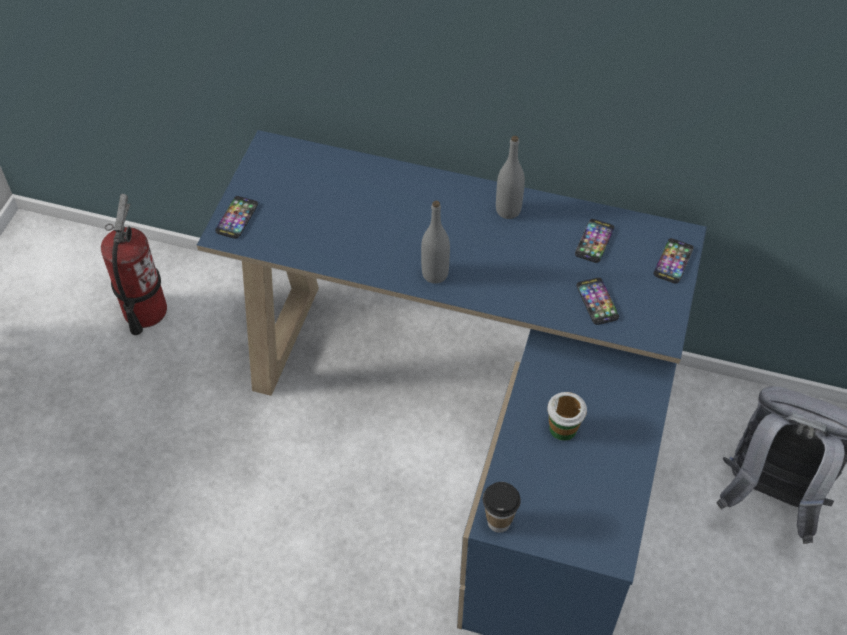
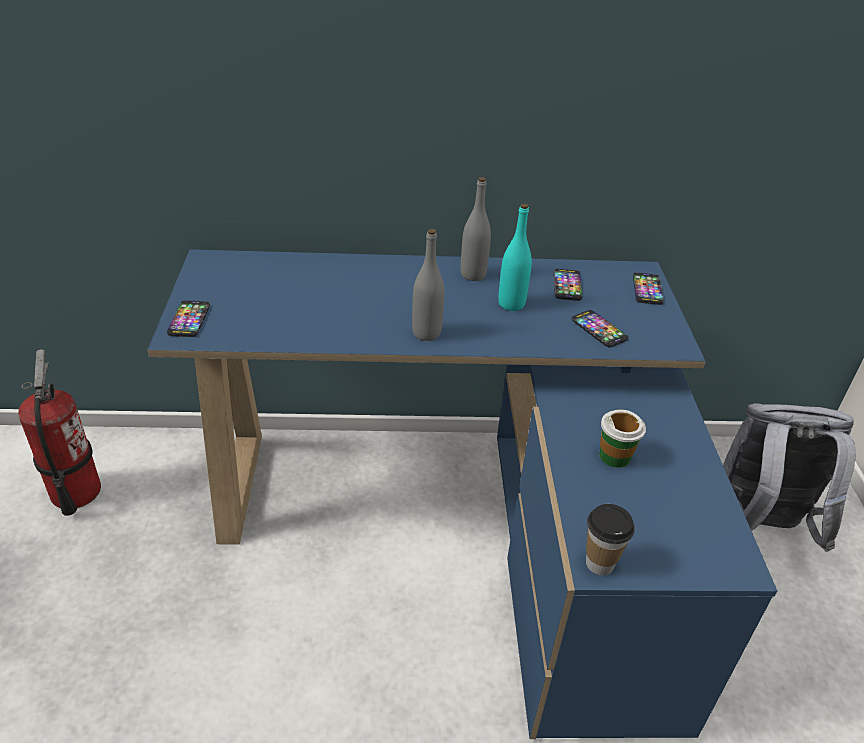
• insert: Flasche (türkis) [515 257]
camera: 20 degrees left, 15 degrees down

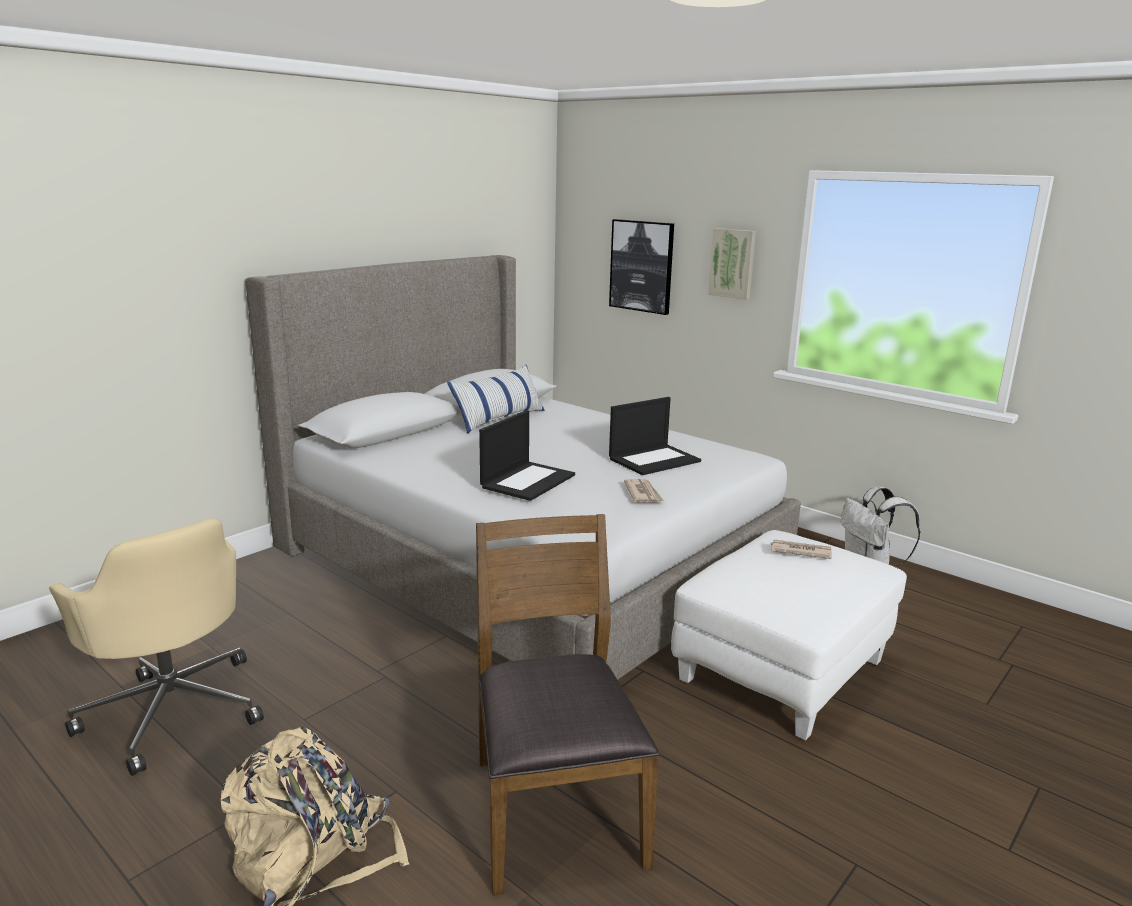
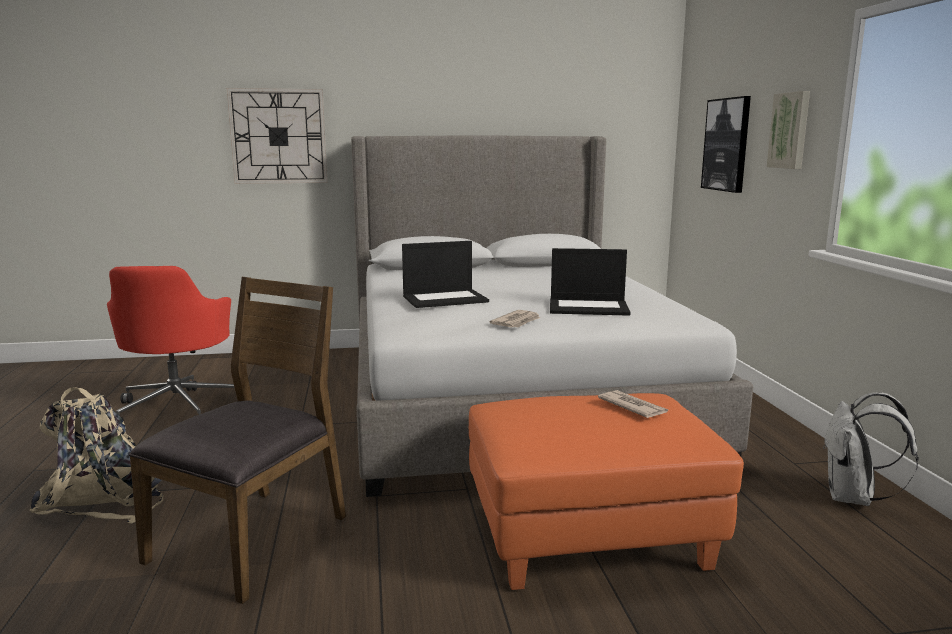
• delete: Kissen [495 399]
• recolor: Bürostuhl (beige) [156 647] to Bürostuhl (rot) [170 344]
• recolor: Polsterhocker (weiß) [789 635] to Polsterhocker (orange) [606 491]
• insert: Wanduhr [277 136]
camera: 40 degrees right, 5 degrees down

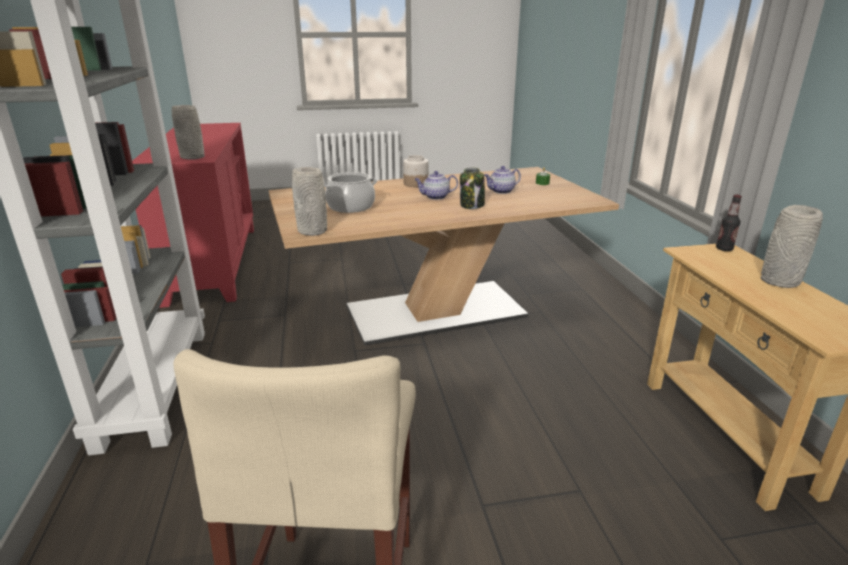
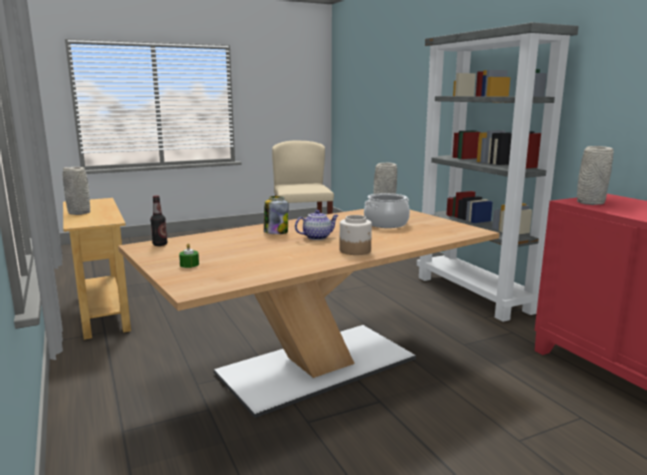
• delete: Teekanne [502 180]
• move: Flasche [729 223] to [158 220]
camera: 165 degrees right, 10 degrees down

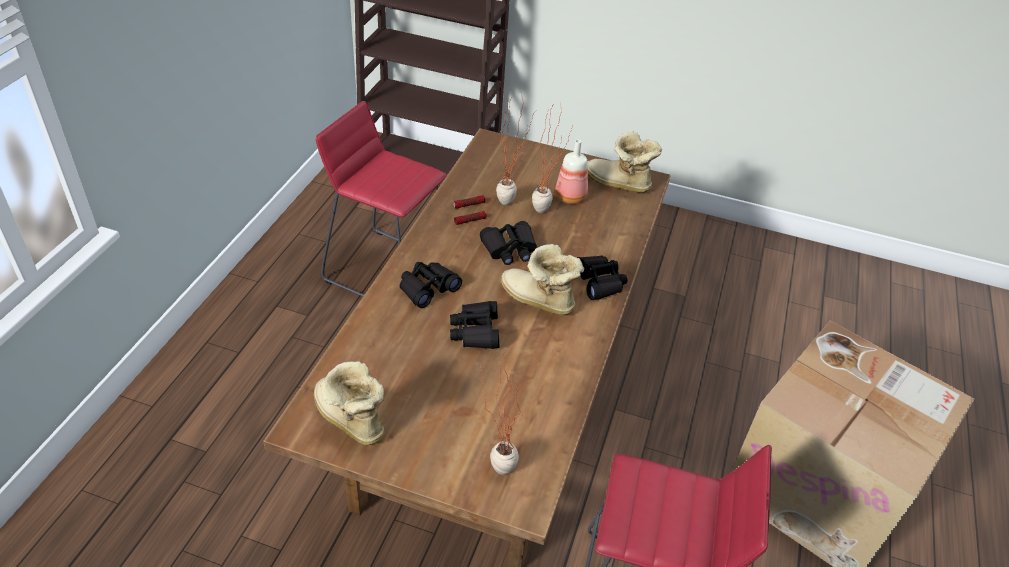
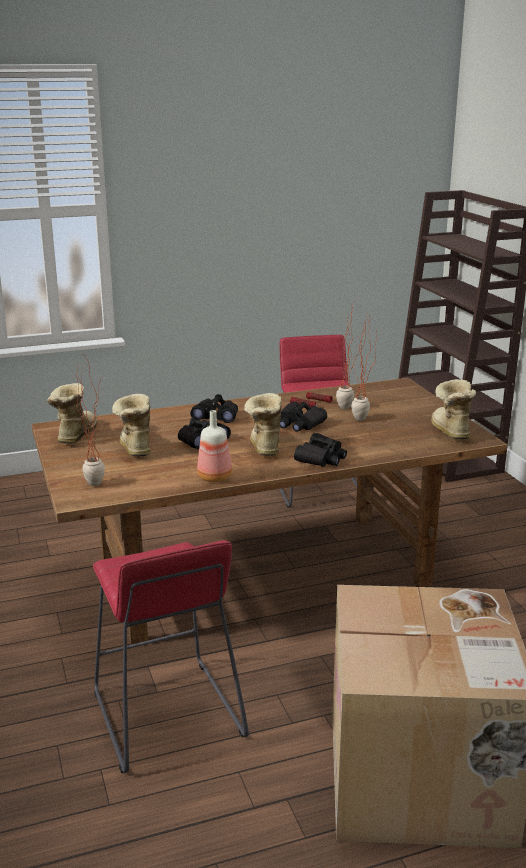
• move: Flasche [571 172] to [214 446]
• insert: Stiefel [131 425]
camera: 55 degrees right, 20 degrees down

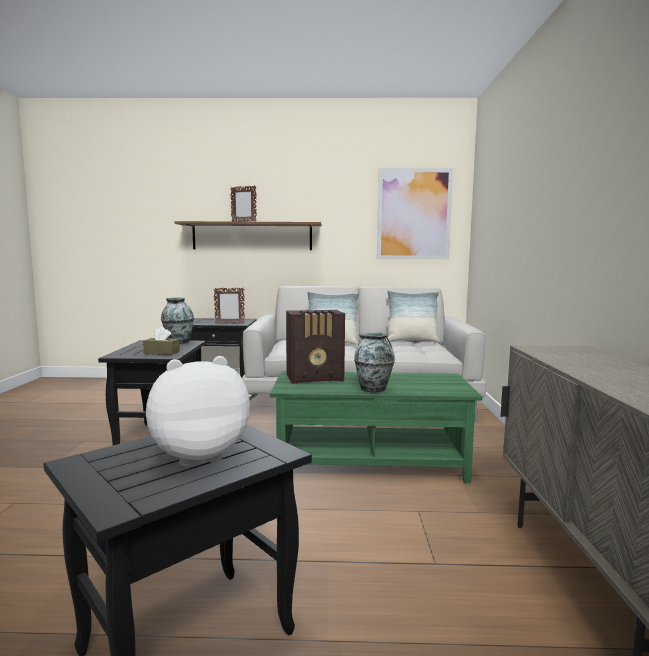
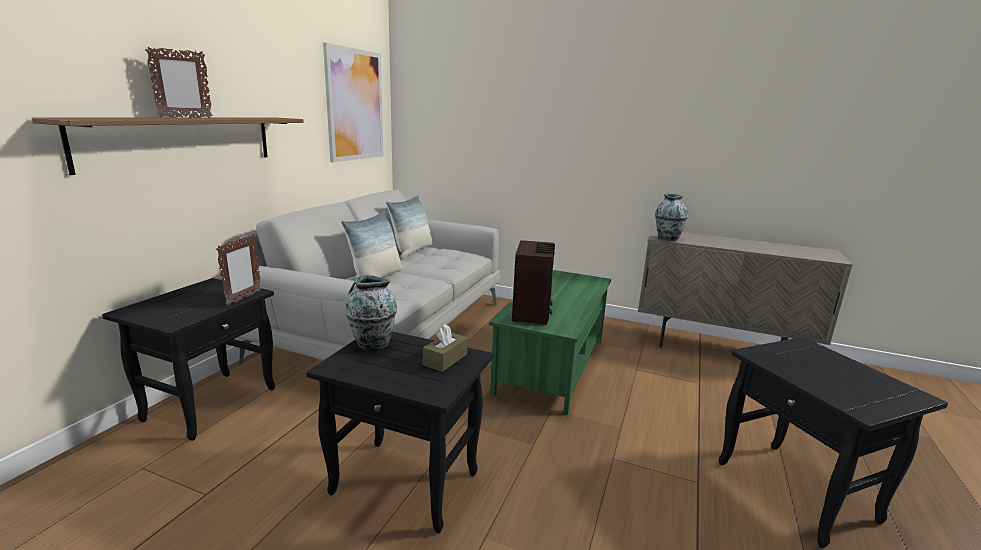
• move: Vase [374 362] to [671 217]
• delete: Plüschtier [198 411]
camera: 70 degrees left, 10 degrees up

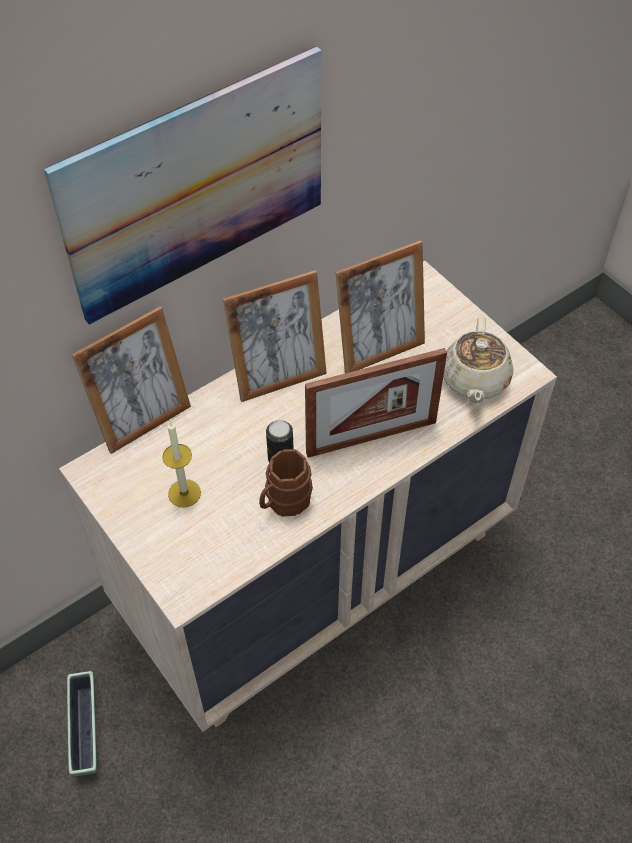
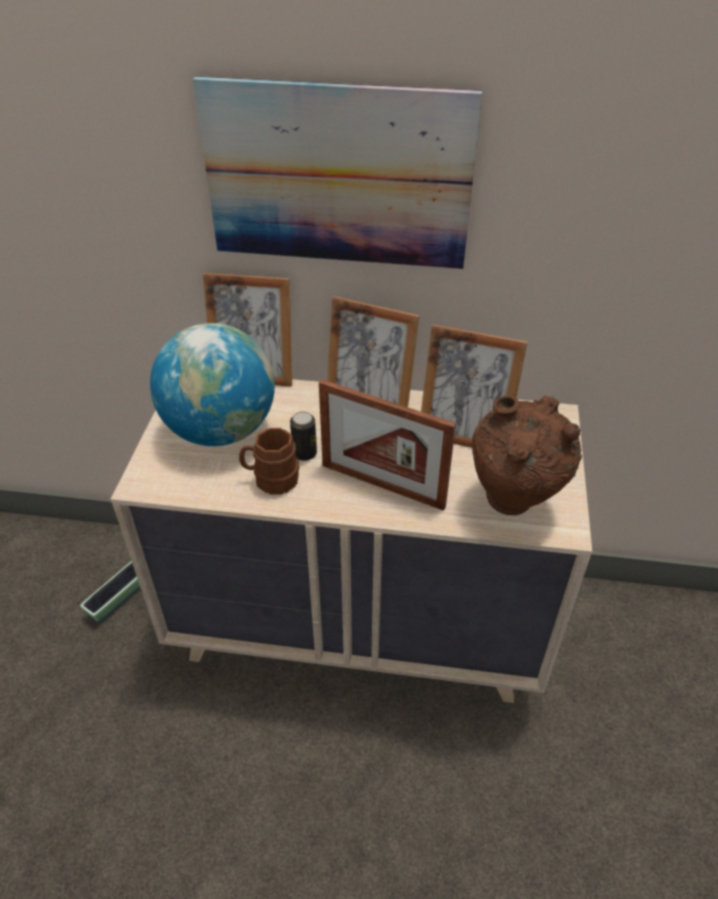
• replace: Teekanne (beige) [478 359] to Vase (braun) [527 455]
• replace: Kerze [181 464] to Globus [212 384]
camera: 45 degrees right, 10 degrees down

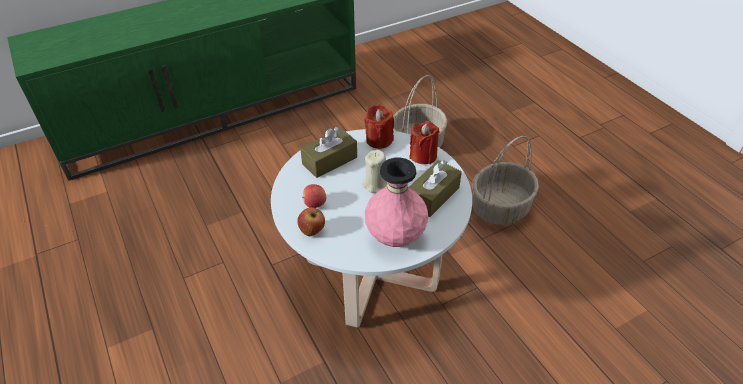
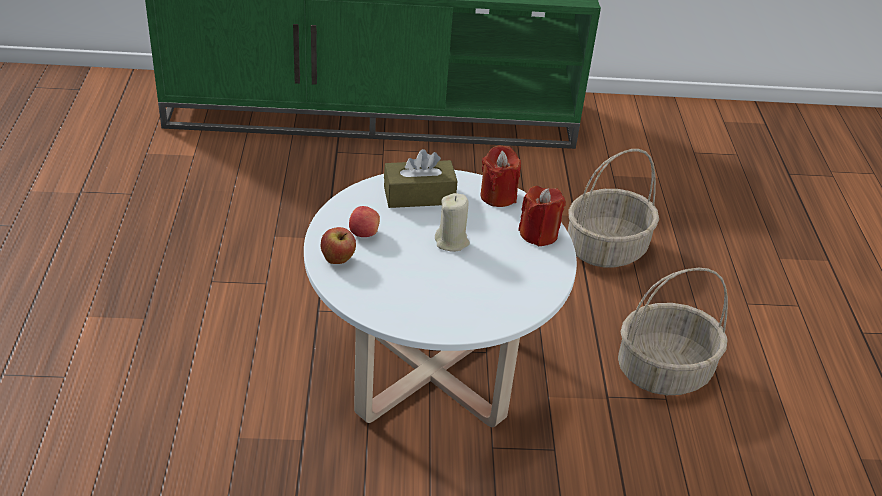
• delete: Vase (rosa) [397 202]
• delete: Taschentuchbox (braun) [435 188]
camera: 25 degrees right, 5 degrees down

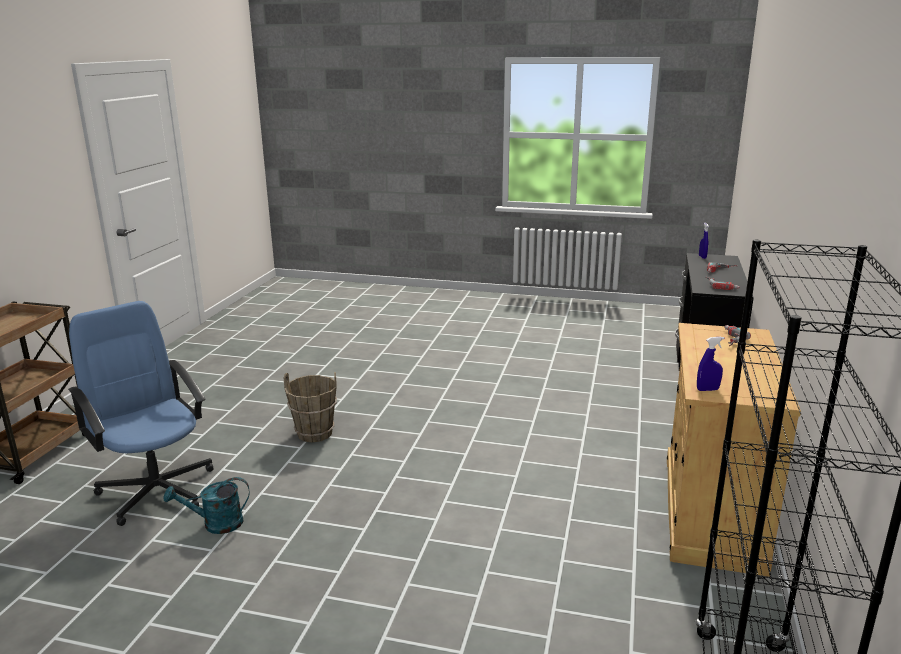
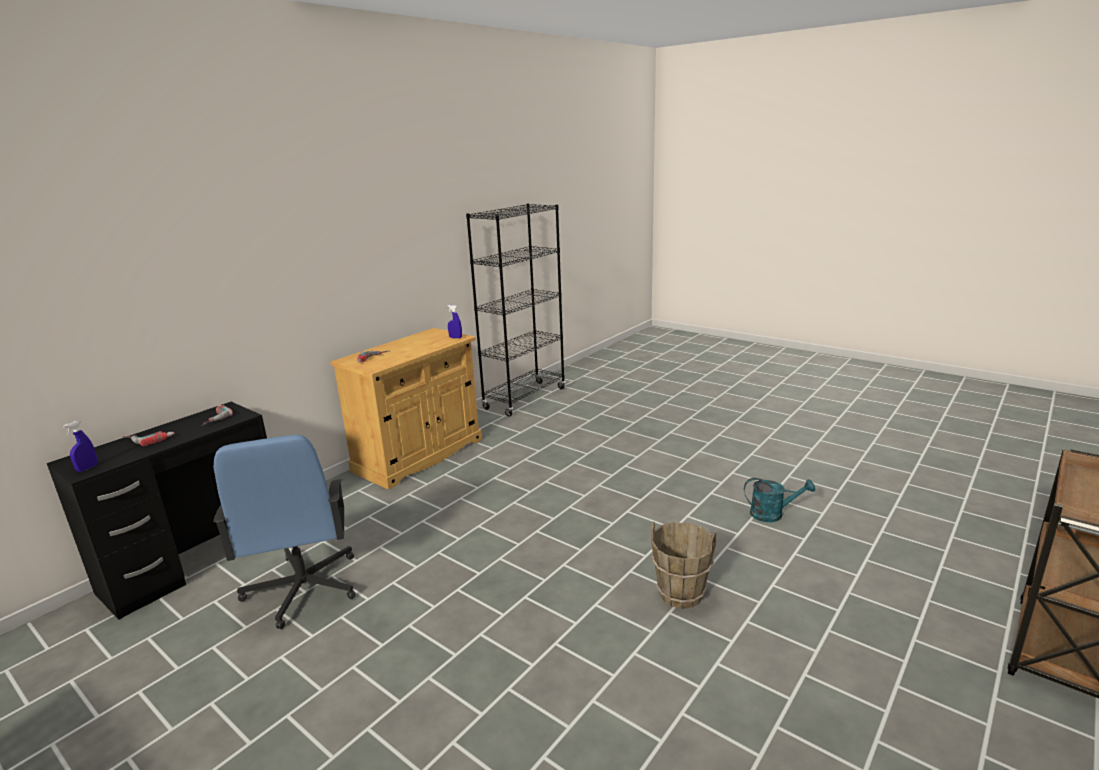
• move: Bürostuhl (blau) [140 413] to [284 532]
camera: 155 degrees left, 0 degrees up

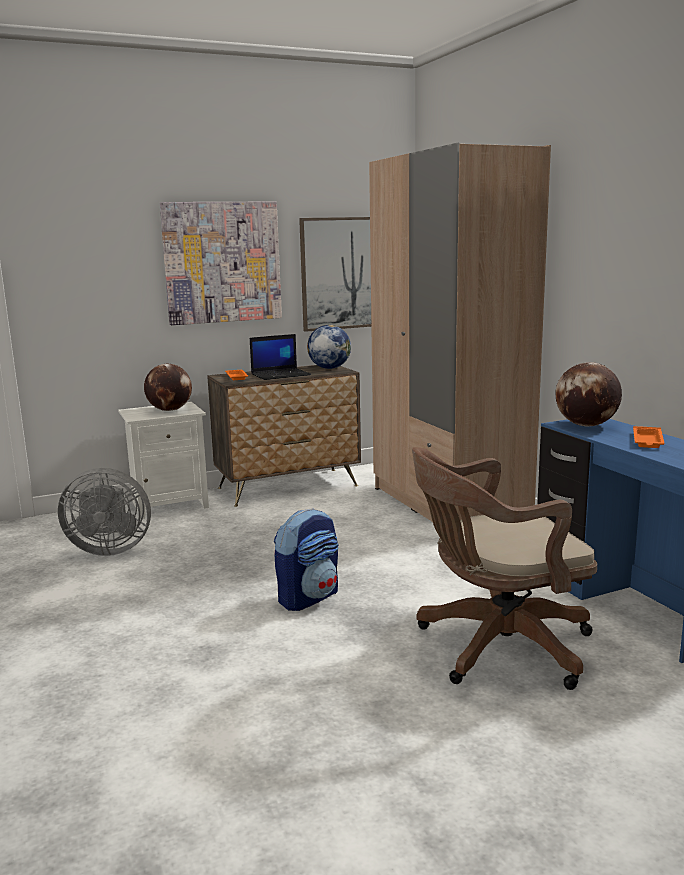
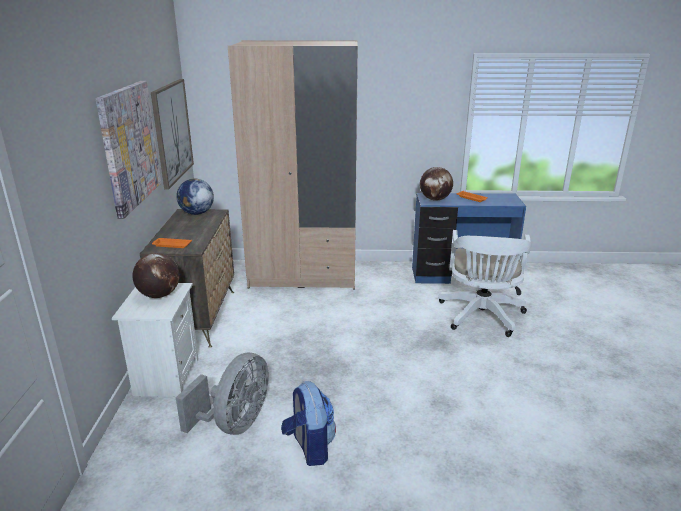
• delete: Laptop [280 357]
• recolor: Bürostuhl (braun) [504 568] to Bürostuhl (weiß) [485 283]
• move: Rucksack [306 559] to [308 423]
camera: 65 degrees left, 10 degrees up

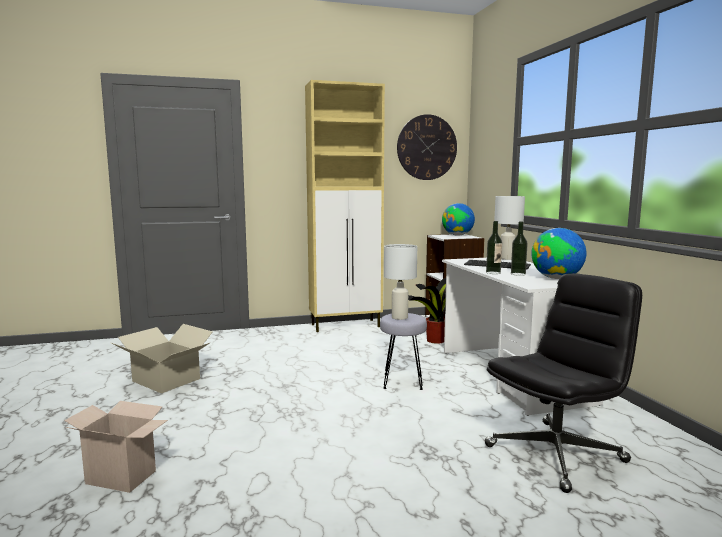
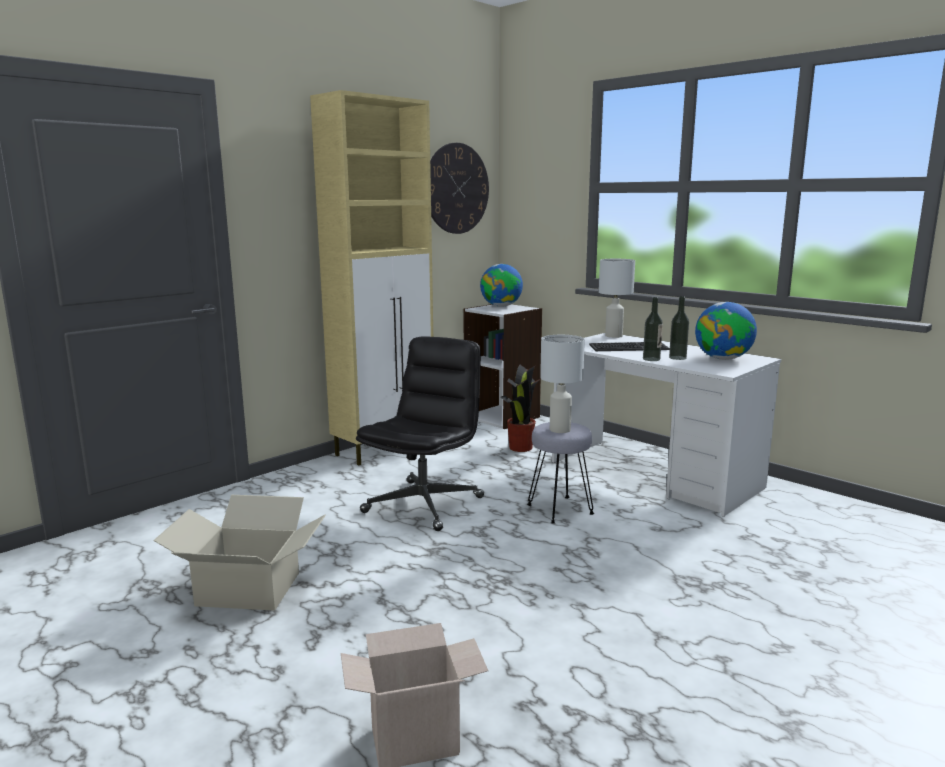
• move: Bürostuhl (schwarz) [563 383] to [420 433]
camera: 30 degrees left, 5 degrees up

